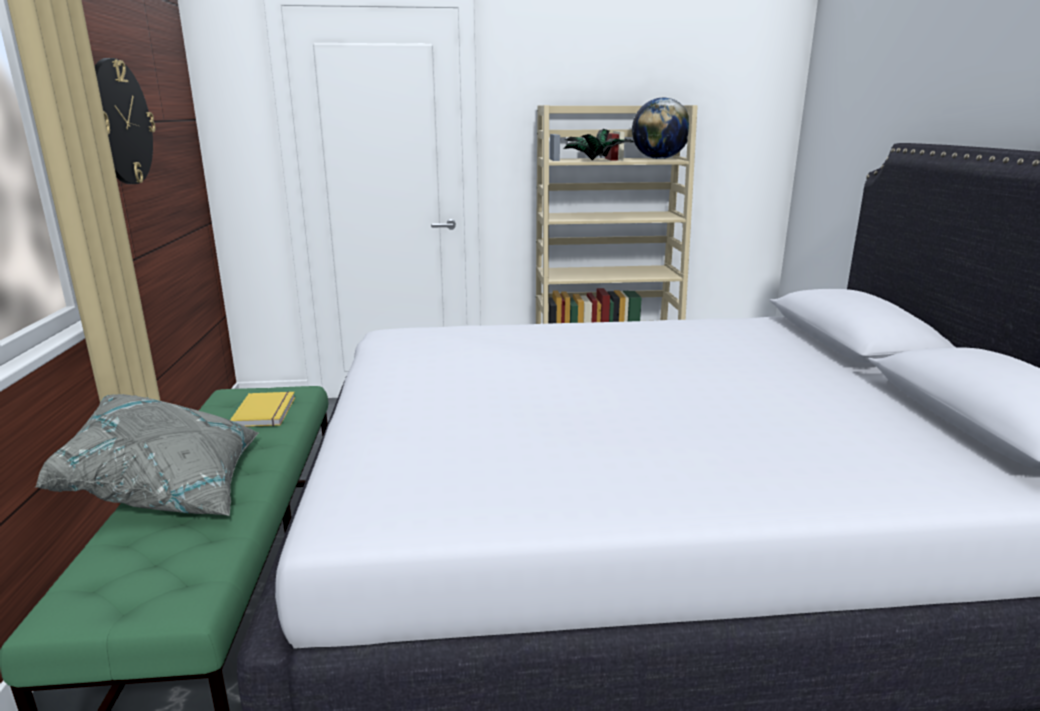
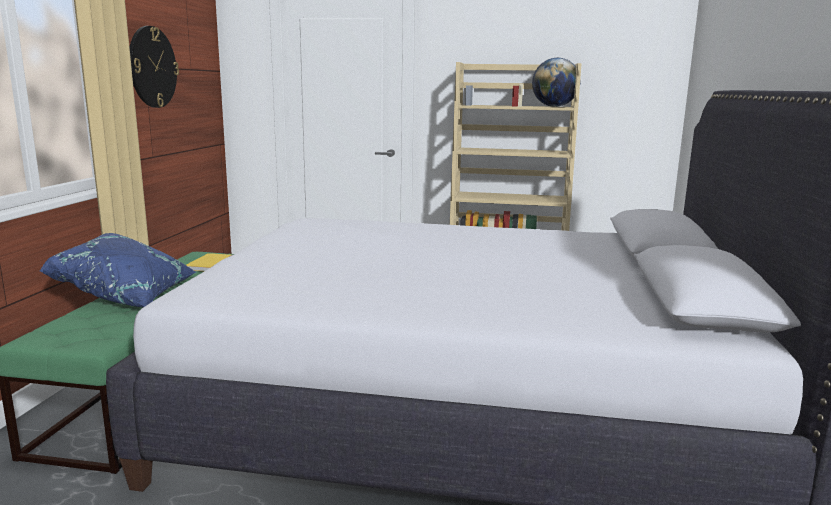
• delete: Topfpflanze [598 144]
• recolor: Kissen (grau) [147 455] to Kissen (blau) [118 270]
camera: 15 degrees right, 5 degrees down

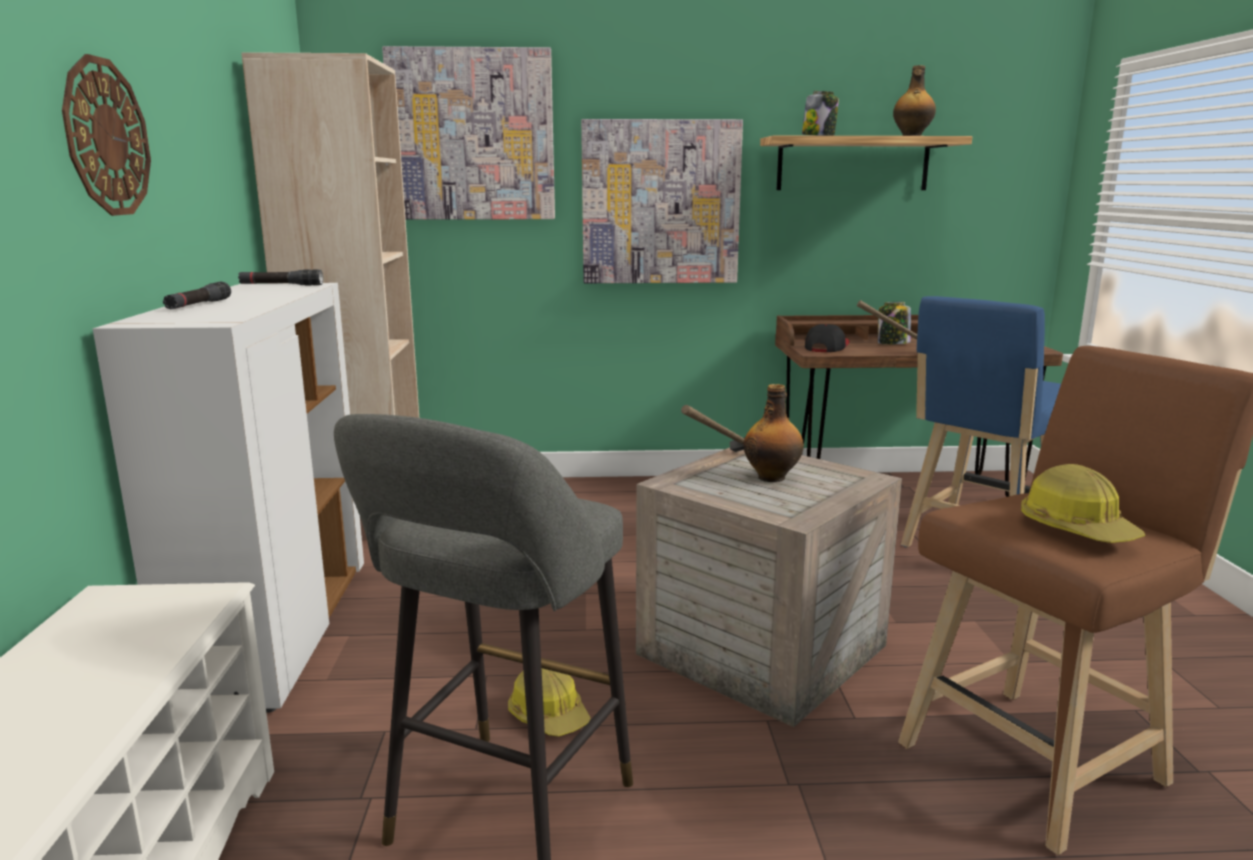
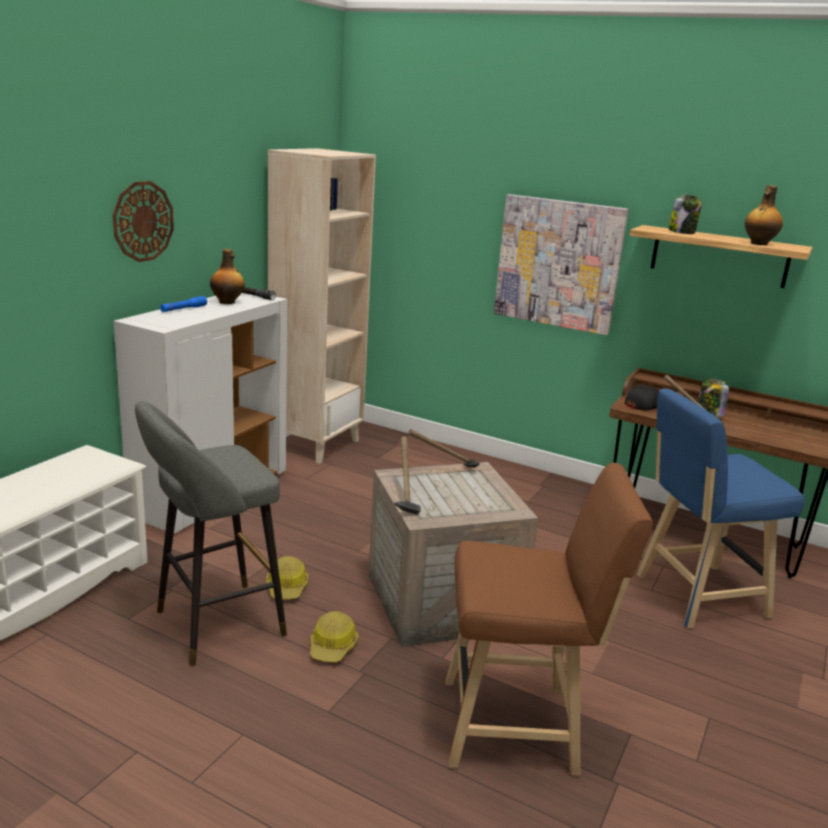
• delete: Bild [468 133]
• recolor: Taschenlampe (schwarz) [197 295] to Taschenlampe (blau) [183 304]
• move: Flasche [773 433] to [227 276]
• move: Schutzhelm [1083 503] to [334 636]
• insert: Hammer [407 475]
camera: 30 degrees right, 5 degrees up

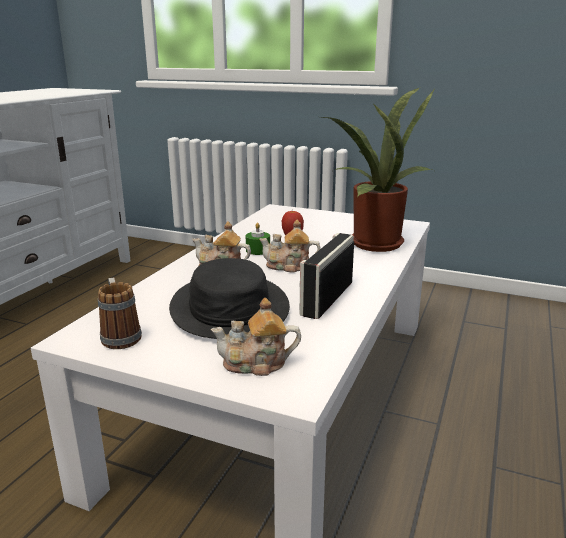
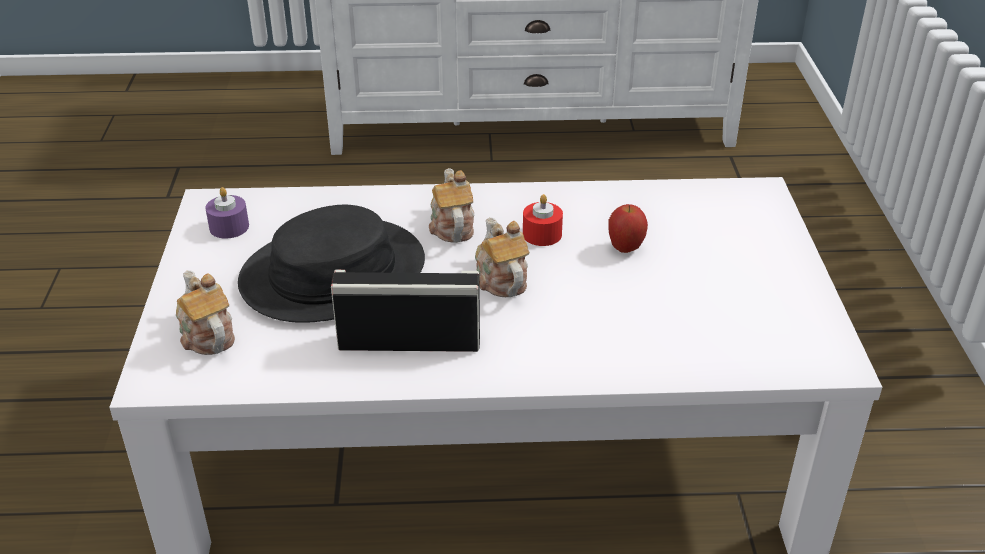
• delete: Topfpflanze [378 169]
• recolor: Kerze (grün) [258 239] to Kerze (rot) [543 220]
• replace: Henkelbecher [120 313] to Kerze (lila) [227 213]
camera: 65 degrees right, 15 degrees up

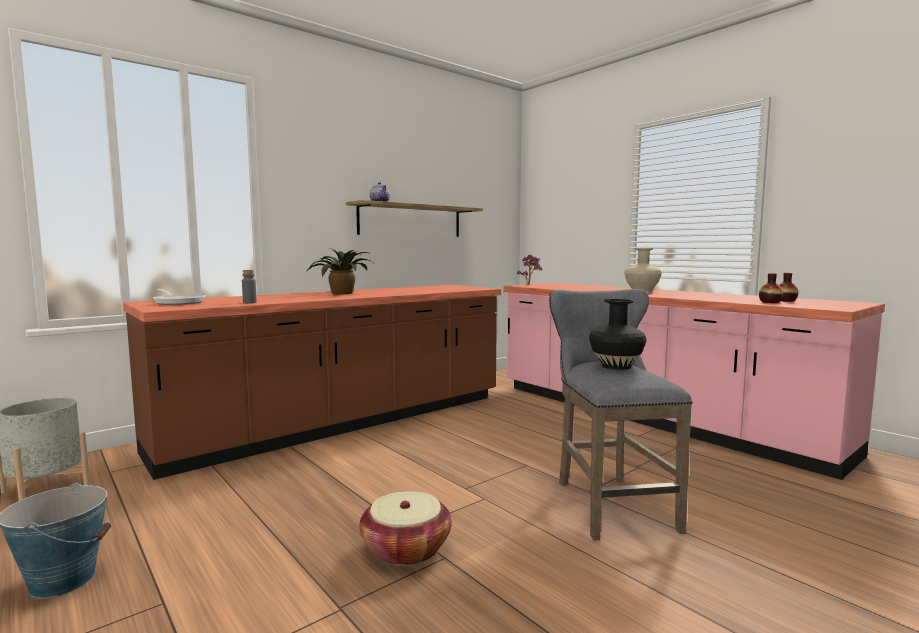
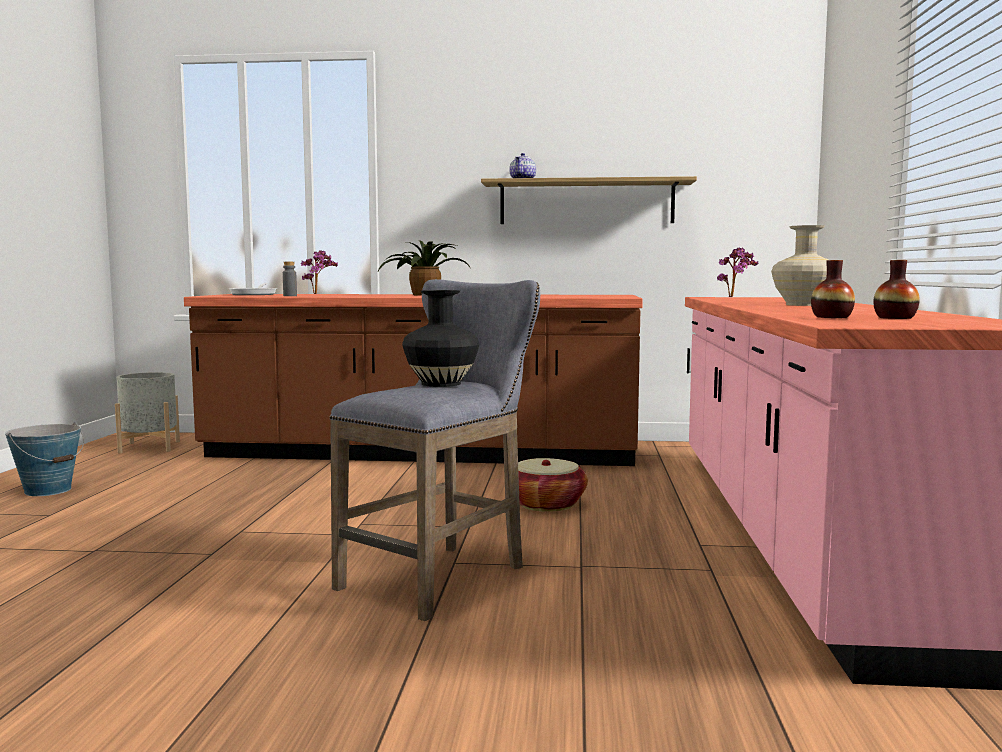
• move: Korb [405 528] to [553 485]
• insert: Topfpflanze [319 272]
camera: 45 degrees right, 0 degrees up

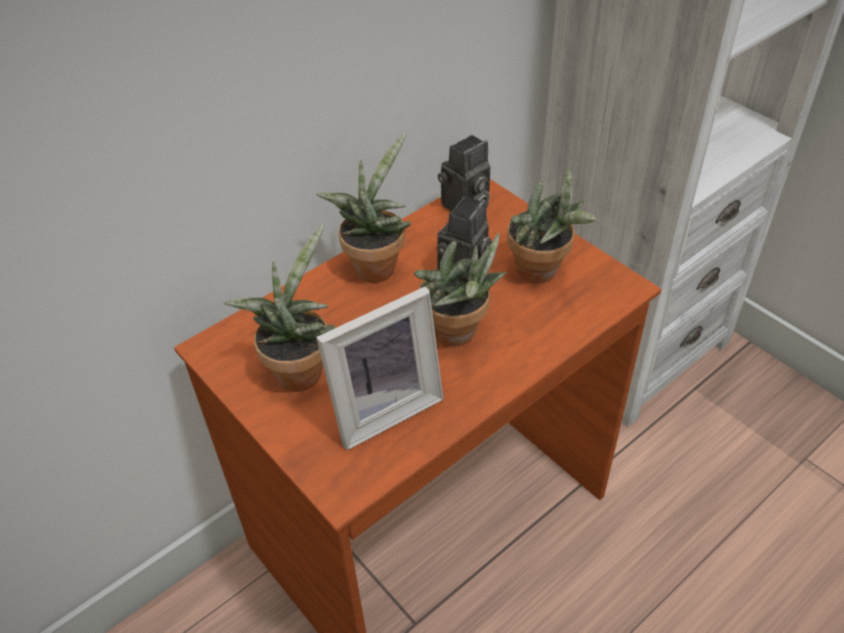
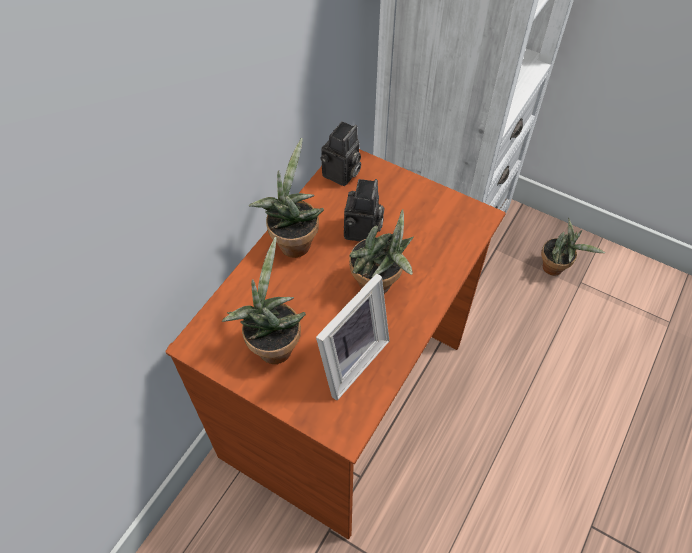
• move: Topfpflanze [551 225] to [573 247]
camera: 20 degrees left, 10 degrees up

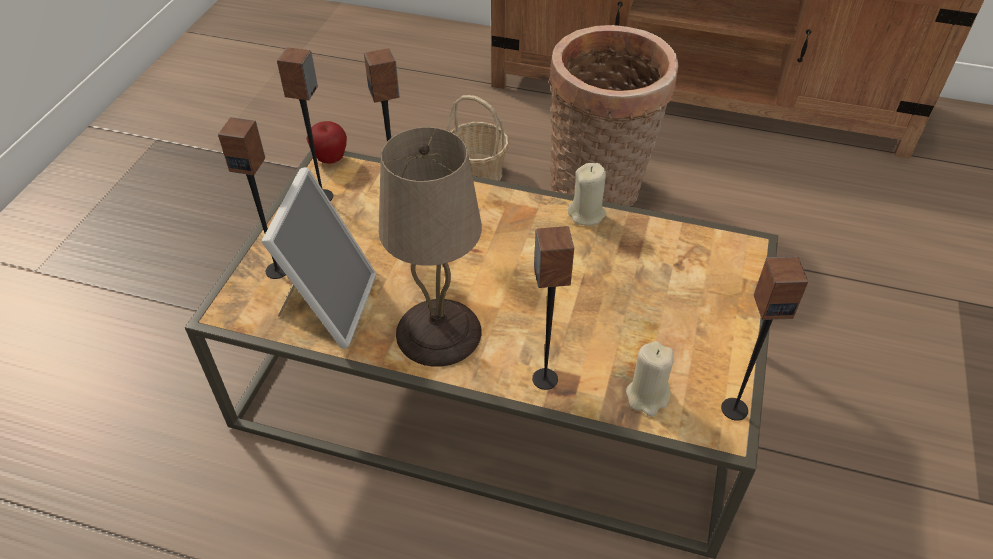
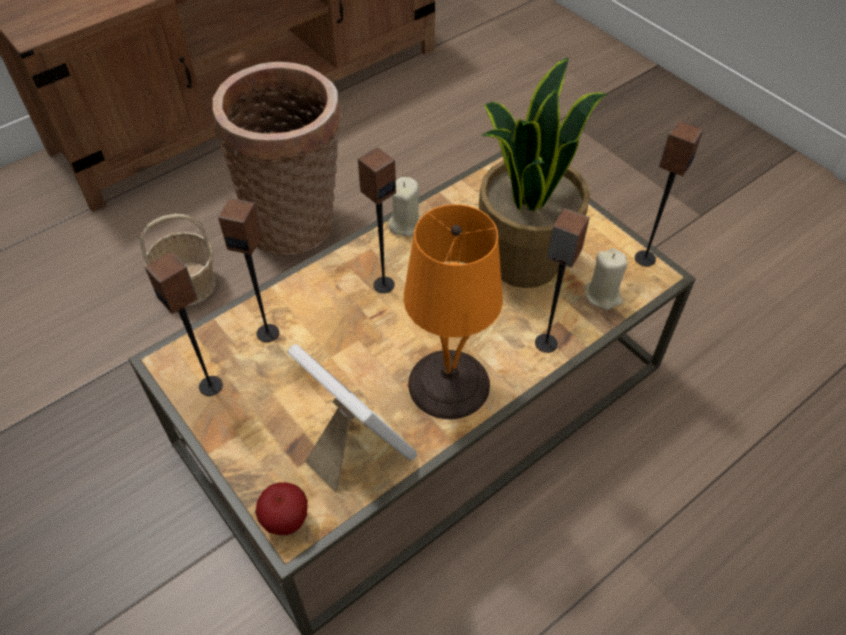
• move: Lautsprecher [252 198] to [377 220]
• move: Apfel [326 142] to [281 508]
• recolor: Tischlampe (beige) [430 247] to Tischlampe (orange) [453 311]
• insert: Topfpflanze [544 173]
camera: 55 degrees left, 5 degrees up

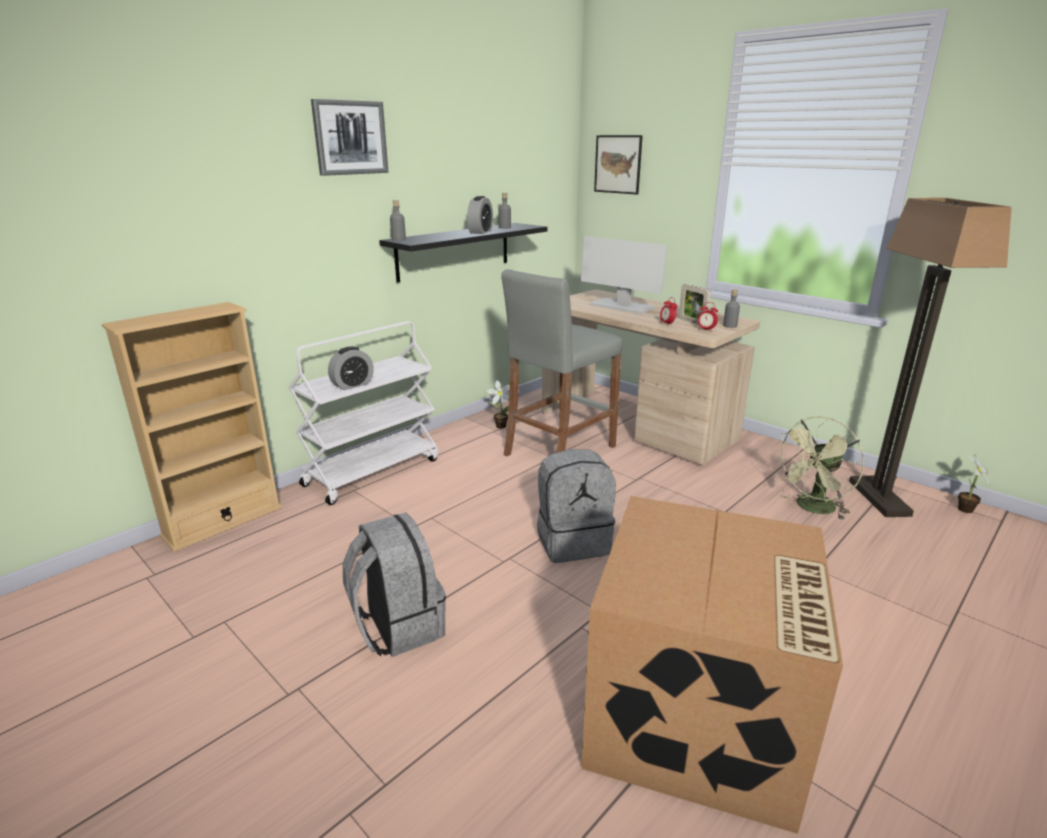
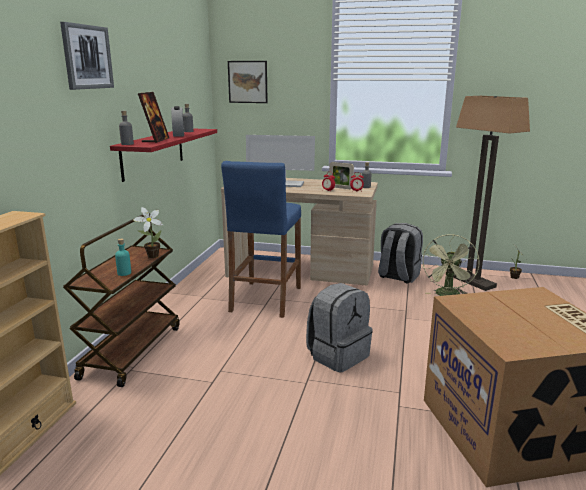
• recolor: Wandregal (schwarz) [463 253] to Wandregal (rot) [163 155]
• recolor: Hocker (grau) [561 362] to Hocker (blau) [261 239]
• recolor: Rollwagen (weiß) [364 413] to Rollwagen (braun) [121 300]
• replace: Wecker [351 368] to Flasche (türkis) [123 257]
• move: Topfpflanze [498 404] to [148 232]
• move: Rucksack (grau) [394 584] to [400 253]
• insert: Bilderrahmen [153 117]
camera: 30 degrees left, 5 degrees down

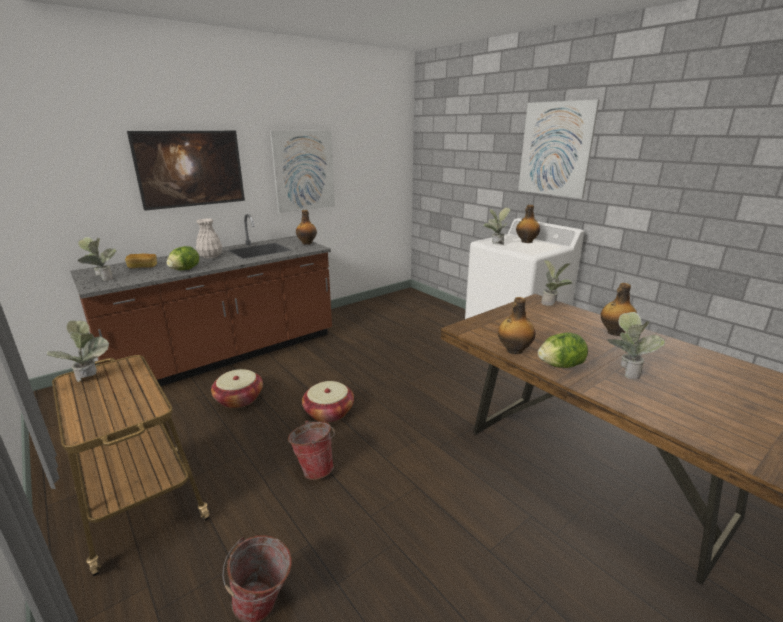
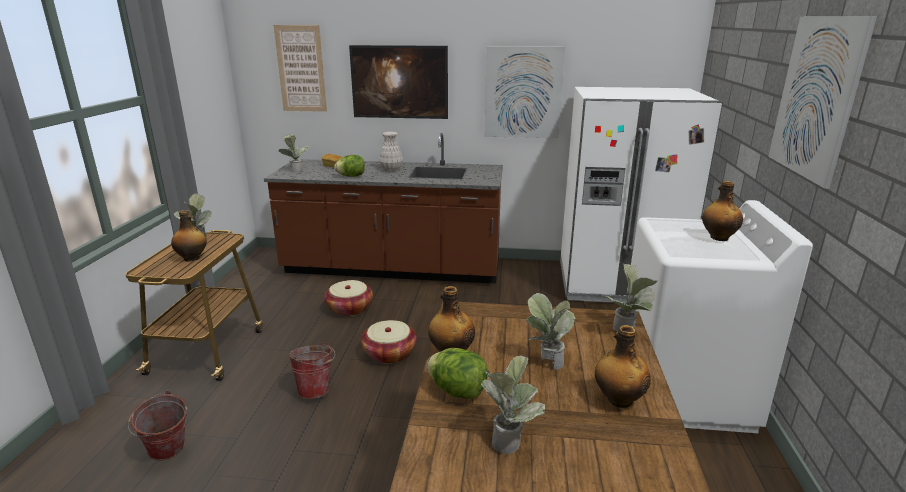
• move: Topfpflanze [496 227] to [551 331]
• move: Flasche [306 227] to [189 235]
• insert: Bild [300 68]
• insert: Kühlschrank (weiß) [641 195]
camera: 45 degrees right, 0 degrees up

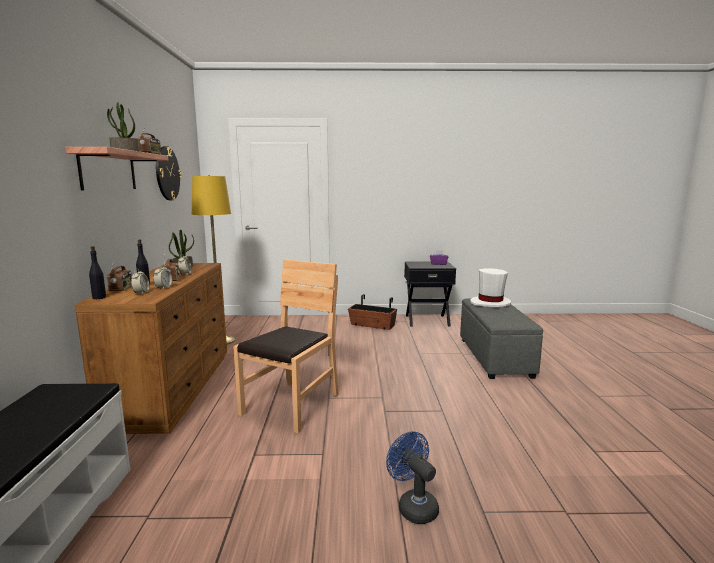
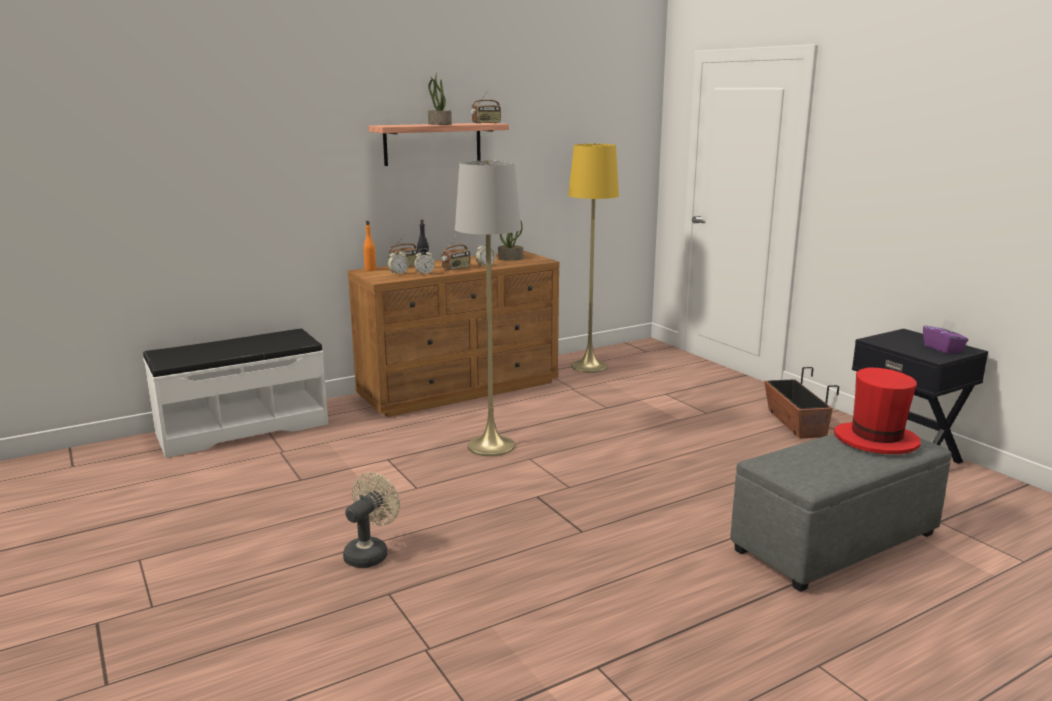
• delete: Wanduhr [169 173]
• recolor: Flasche (schwarz) [97 272] to Flasche (orange) [369 246]
• replace: Stuhl (braun) [286 346] to Stehlampe (grau) [488 308]
• recolor: Hut (weiß) [490 287] to Hut (rot) [877 410]
• recolor: Ventilator (blau) [412 478] to Ventilator (beige) [371 520]
camera: 60 degrees right, 5 degrees up

